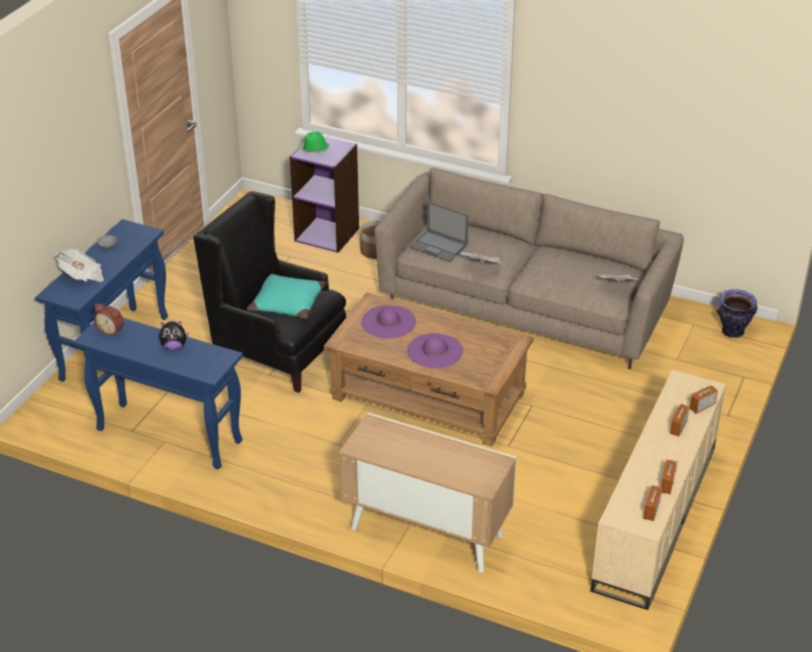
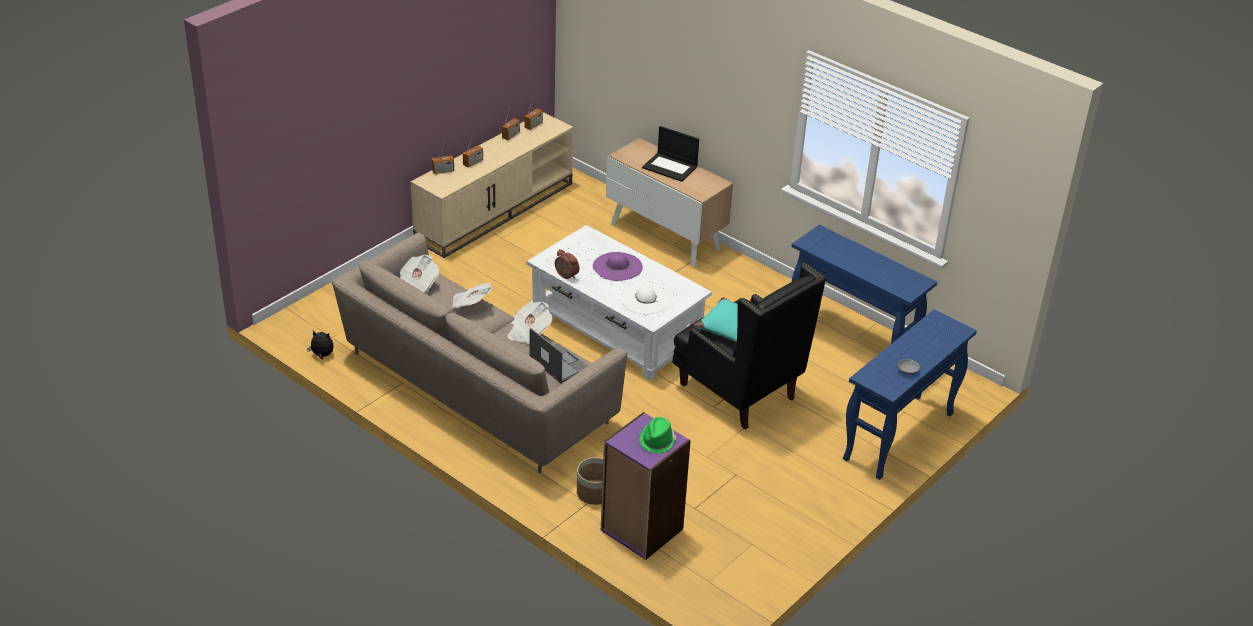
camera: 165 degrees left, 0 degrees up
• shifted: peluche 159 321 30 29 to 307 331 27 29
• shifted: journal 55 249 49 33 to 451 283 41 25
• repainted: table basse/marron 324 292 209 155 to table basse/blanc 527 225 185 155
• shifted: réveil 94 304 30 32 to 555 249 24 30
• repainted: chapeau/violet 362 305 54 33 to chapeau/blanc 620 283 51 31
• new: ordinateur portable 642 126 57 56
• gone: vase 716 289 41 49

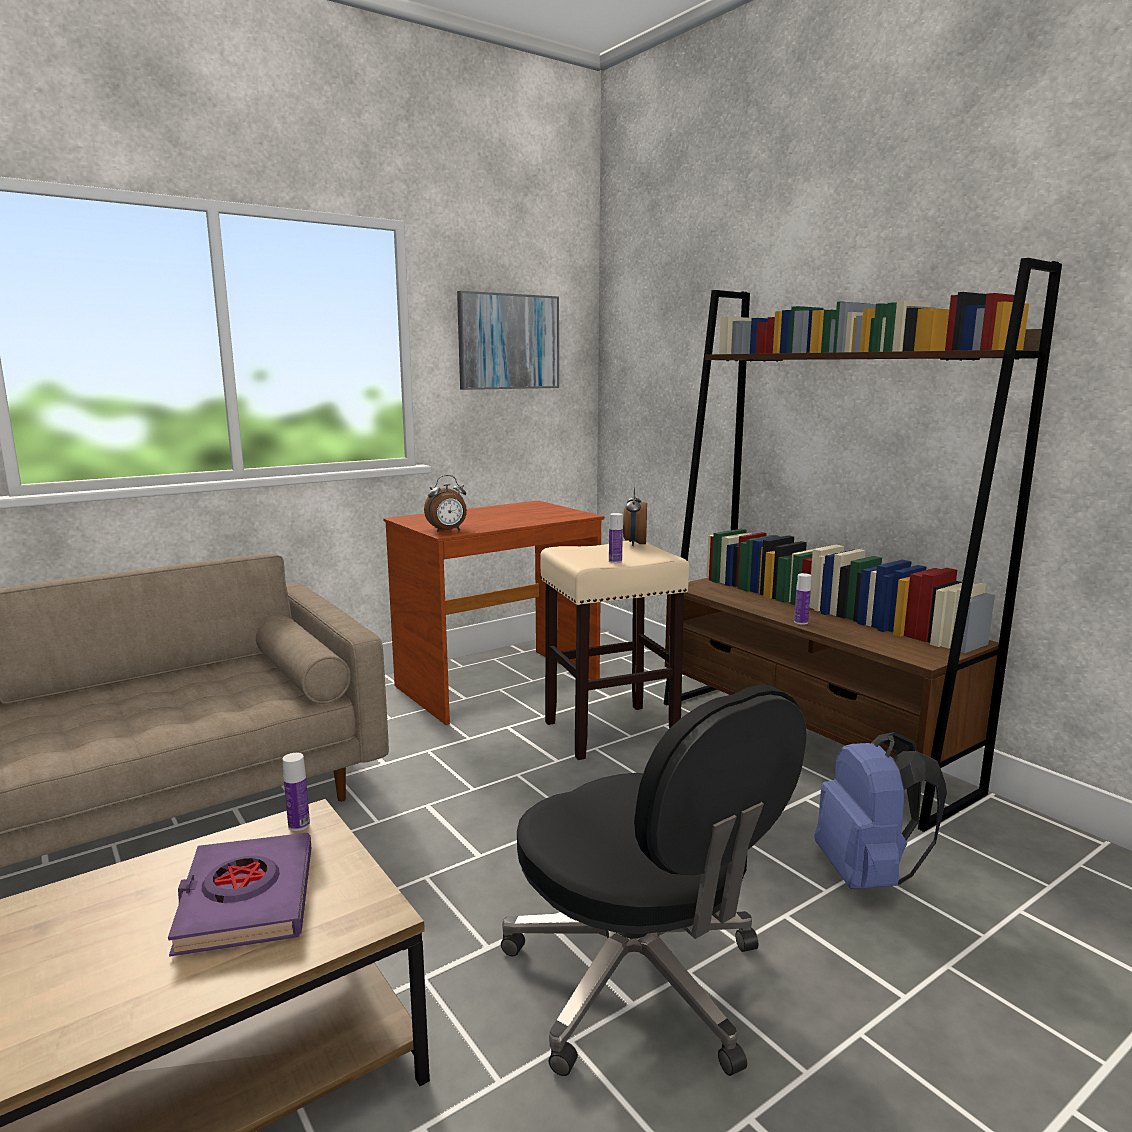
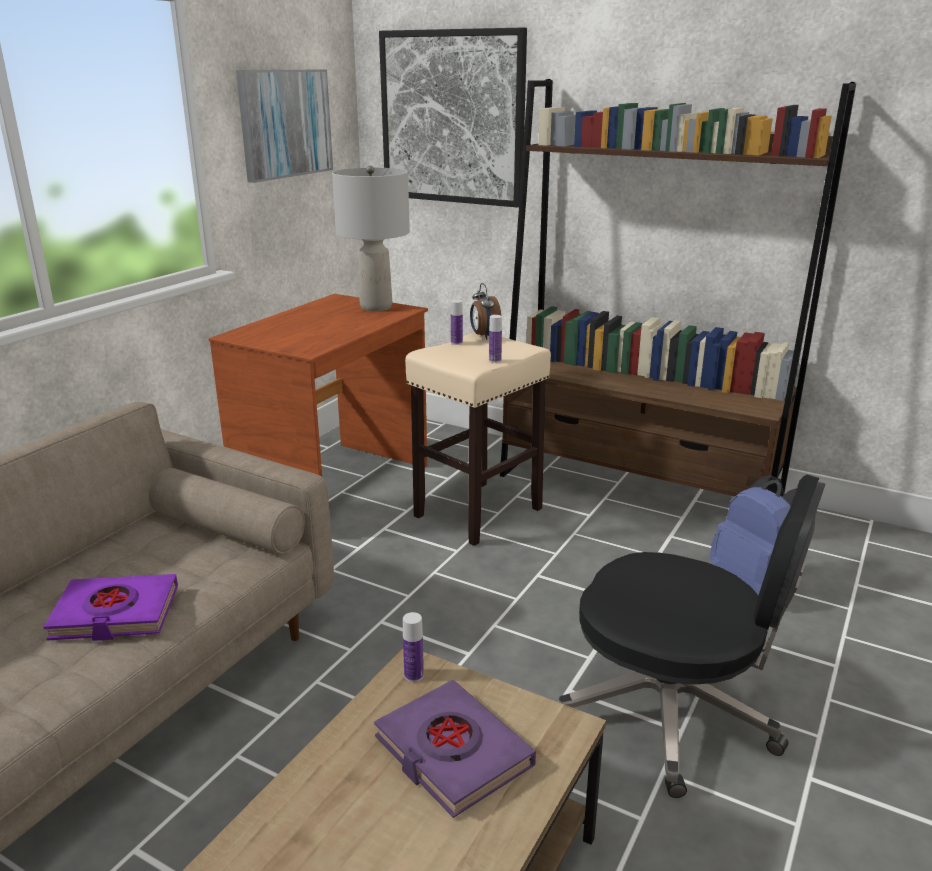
camera: 25 degrees left, 10 degrees up
• new: livre/violet 44 574 134 67
• new: lampe de table/gris 332 166 78 145
• new: tableau 379 28 148 180
• shifted: bouteille 794 573 17 52 to 451 300 12 45
• gone: réveil 424 475 43 57

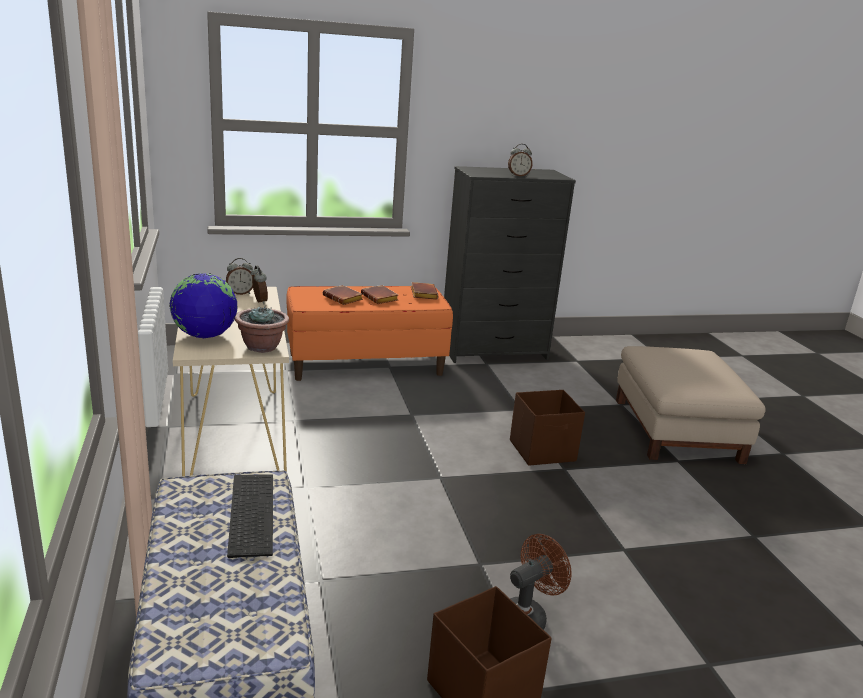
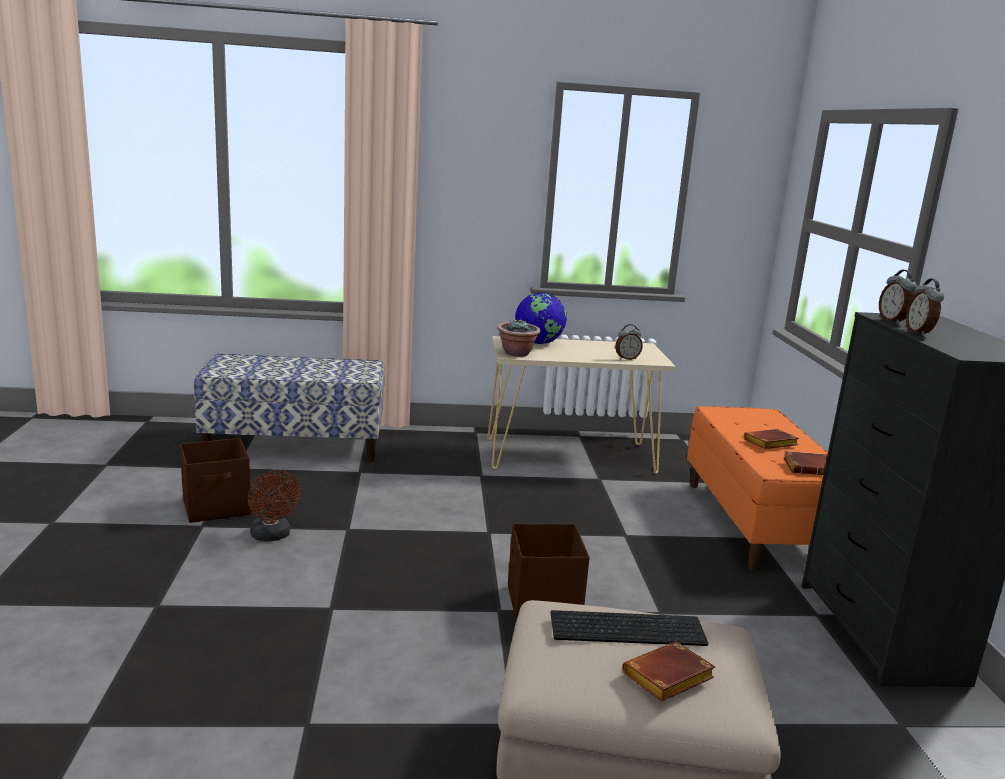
camera: 100 degrees right, 5 degrees down
• shifted: clavier 227 474 46 84 to 551 610 157 36
• shifted: livre/marron 323 285 40 20 to 623 641 92 60
• shifted: réveil 226 258 27 37 to 879 270 38 54

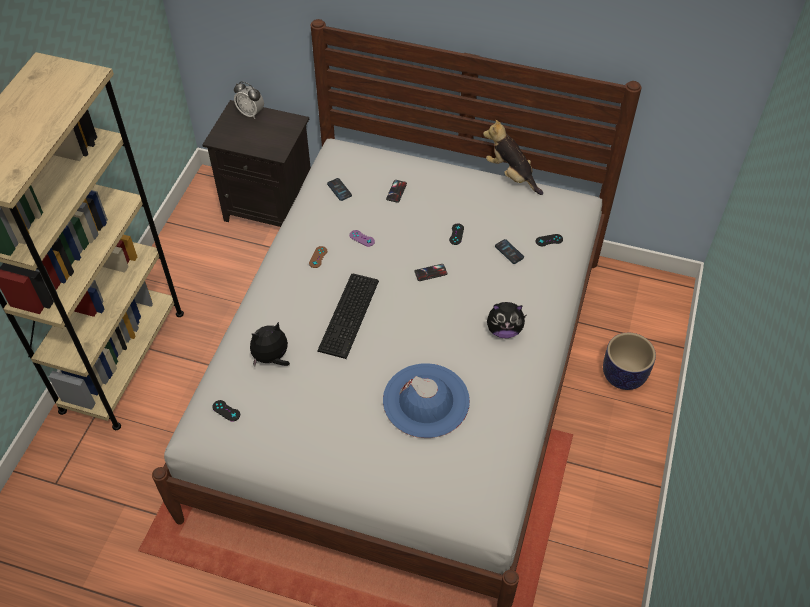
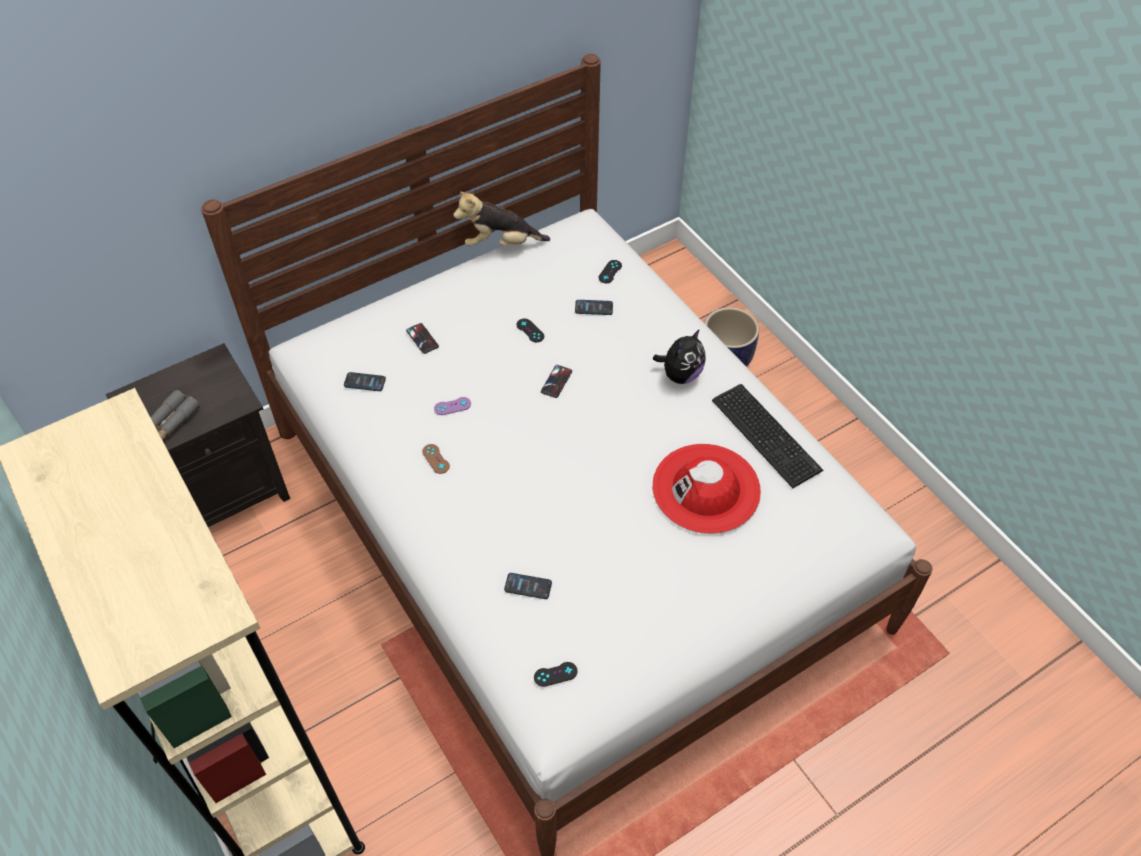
camera: 50 degrees left, 0 degrees up
• new: jumelles/gris 151 390 49 50
• swapped: peluche 250 322 40 45 to téléphone 504 573 48 26
• repainted: chapeau/bleu 383 363 87 75 to chapeau/rouge 652 444 109 90
• shifted: clavier 317 274 62 85 to 712 384 111 104
• gone: réveil 234 81 30 38

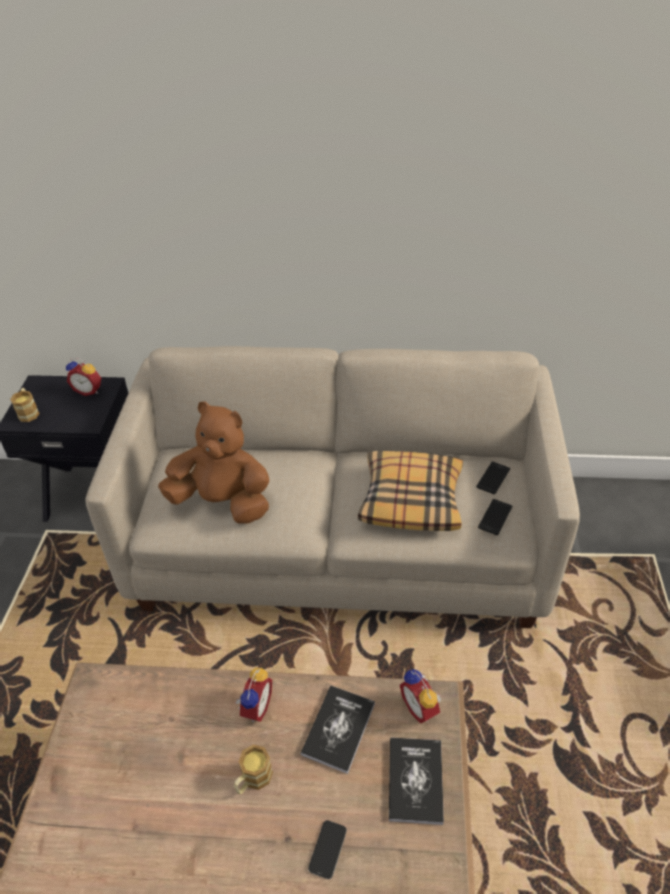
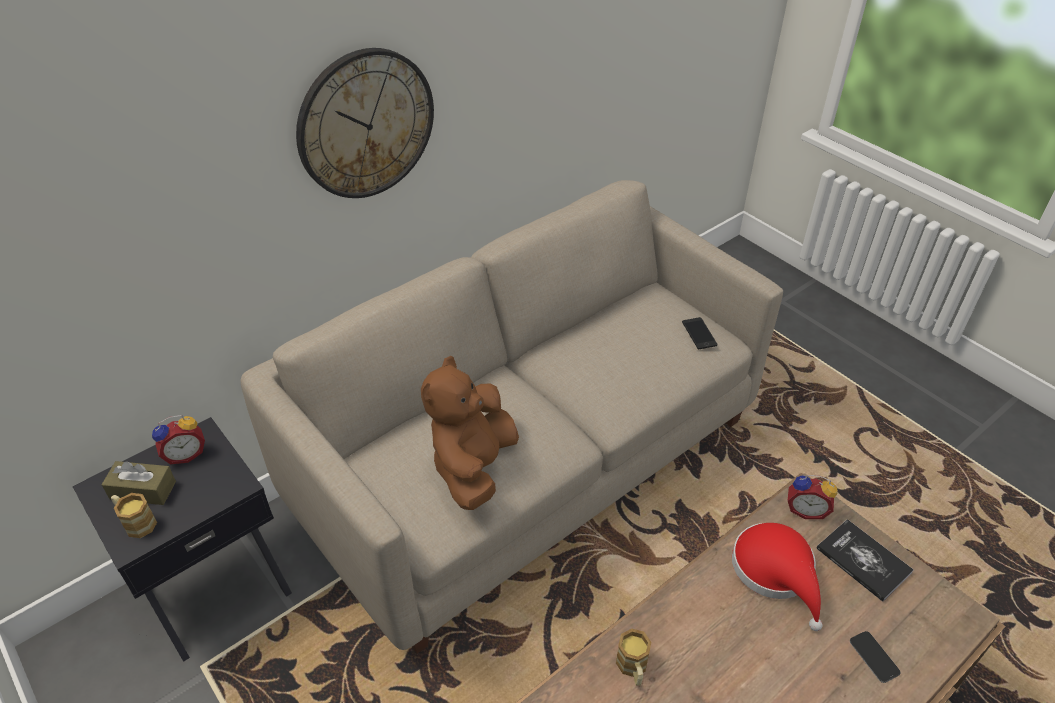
camera: 45 degrees left, 0 degrees up
• new: boîte à mouchoirs/marron 101 461 75 44
• new: horloge murale 296 48 138 150
• rotated: peluche/marron 158 401 112 123 = 421 356 98 154 45 degrees counterclockwise
• shifted: mug 234 745 39 49 to 616 628 35 58
• swapped: livre 300 685 75 89 to chapeau/rouge 732 523 91 108
• gone: réveil 235 668 37 54
• gone: coussin 358 451 105 80
• gone: téléphone 476 462 34 32

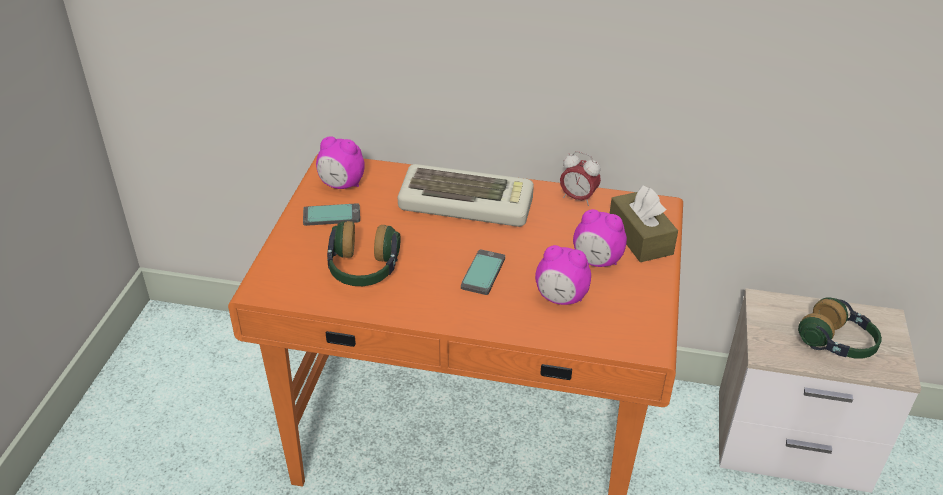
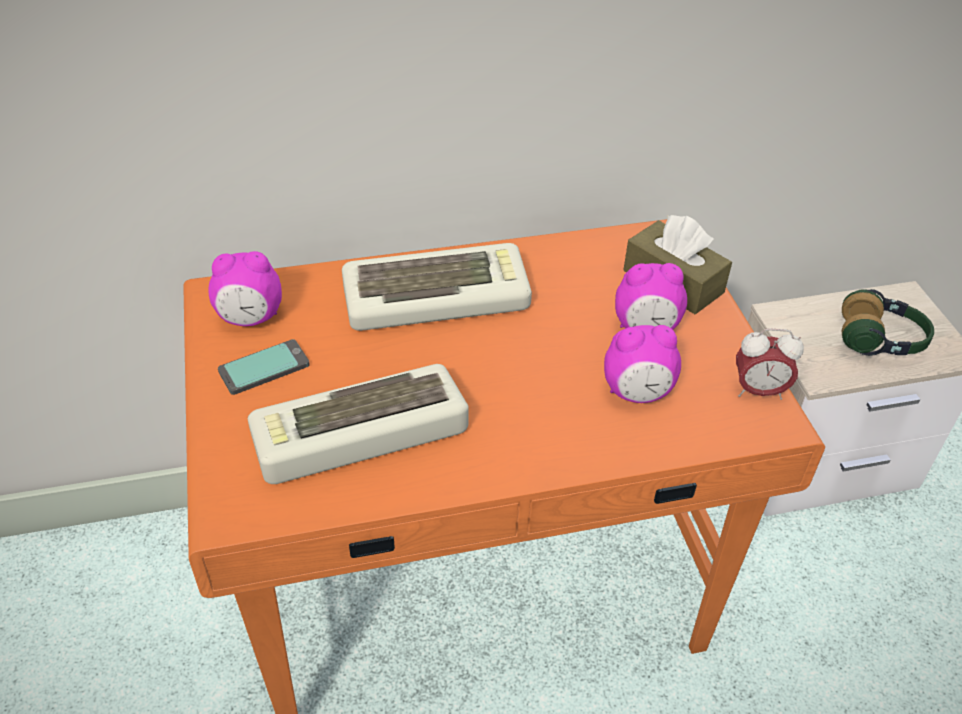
camera: 25 degrees left, 5 degrees up
• swapped: casque audio 327 221 73 65 to clavier 248 364 221 120
• shifted: réveil 560 151 41 55 to 736 328 68 72
• gone: téléphone 461 249 44 46

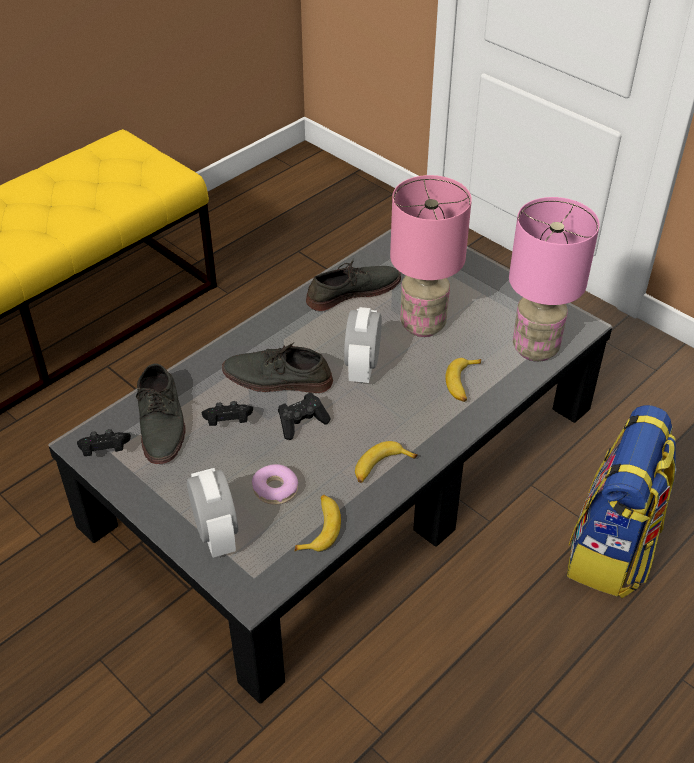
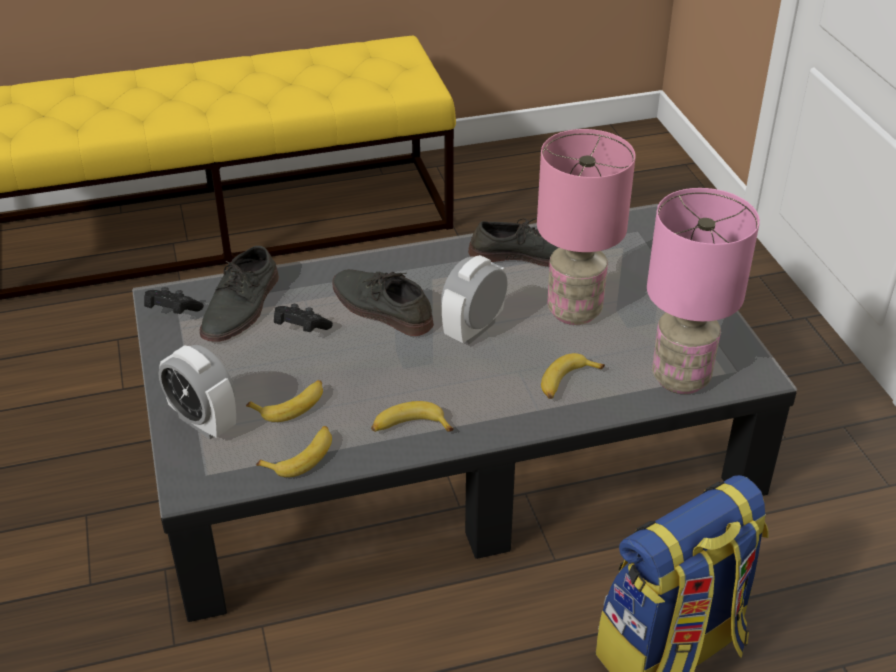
camera: 30 degrees right, 5 degrees down
• rotated: réveil 187 468 51 90 = 158 345 78 94 120 degrees clockwise
• swapped: beignet 252 464 46 41 to banane 246 380 77 42
• gone: manette/noir 278 393 52 47

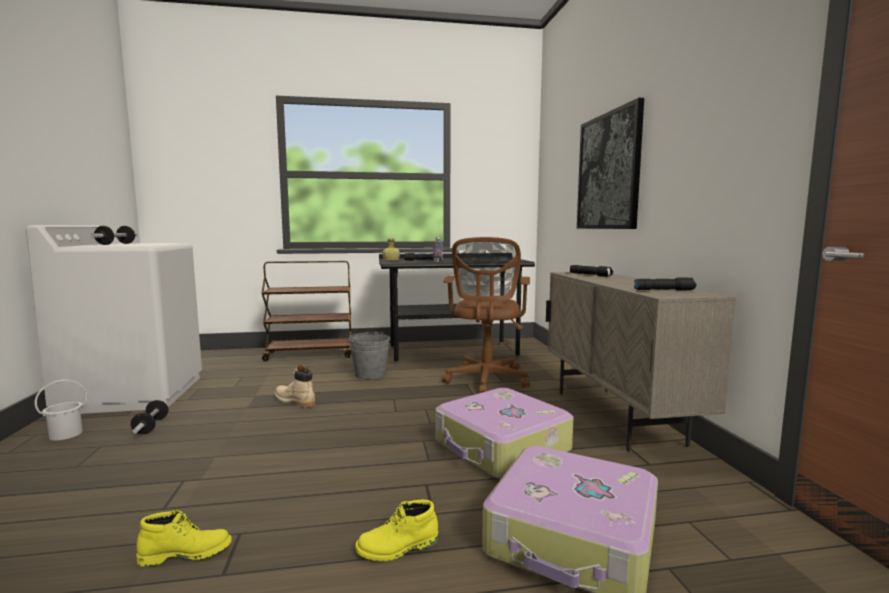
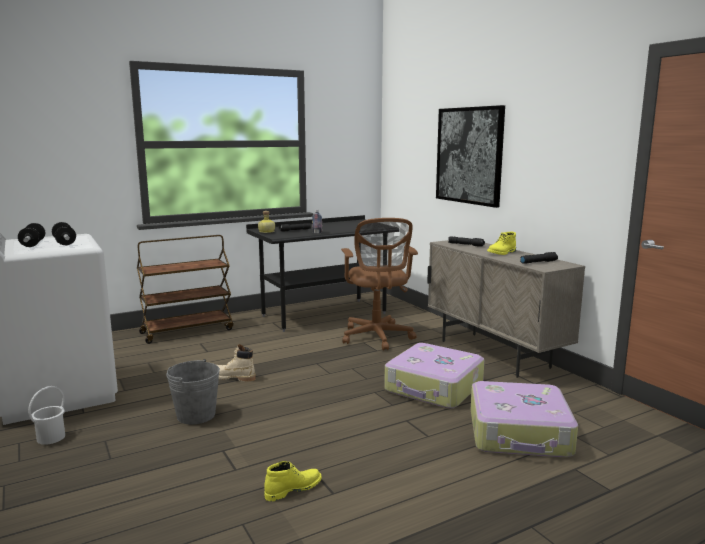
camera: 20 degrees left, 5 degrees up
• shifted: haltère 131 400 38 34 to 52 222 24 23
• shifted: seau/gris 349 332 41 48 to 166 359 54 66
• shifted: botte/jaune 355 500 83 61 to 487 232 29 23

